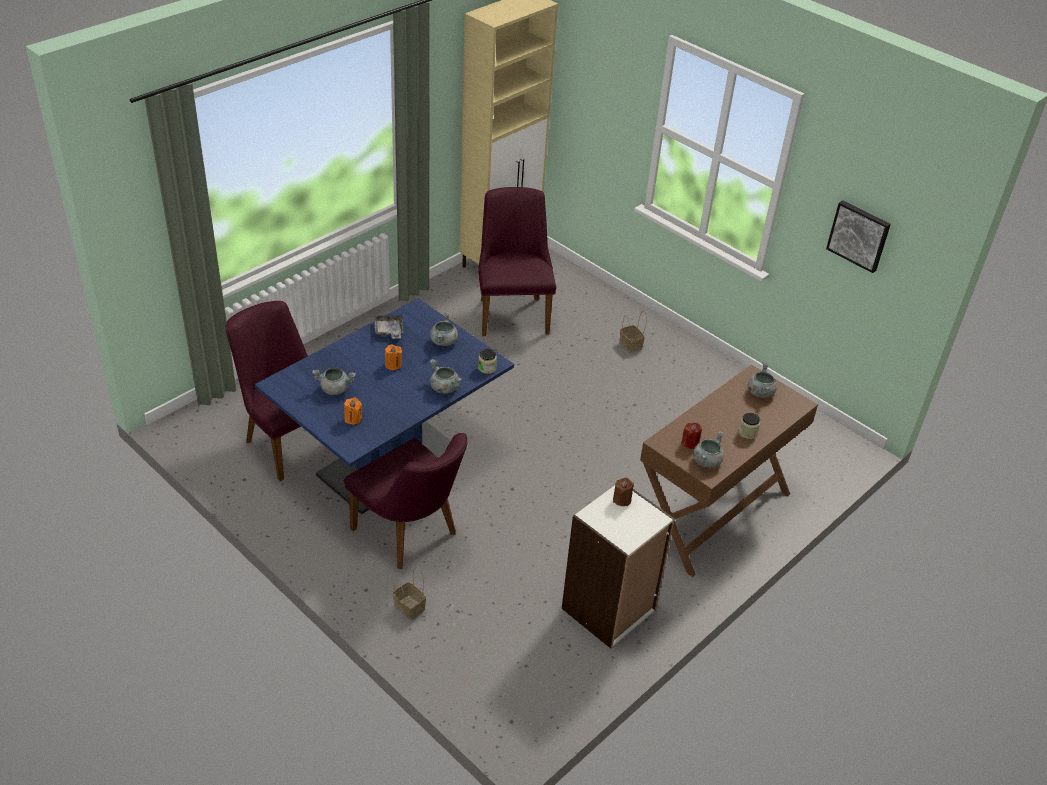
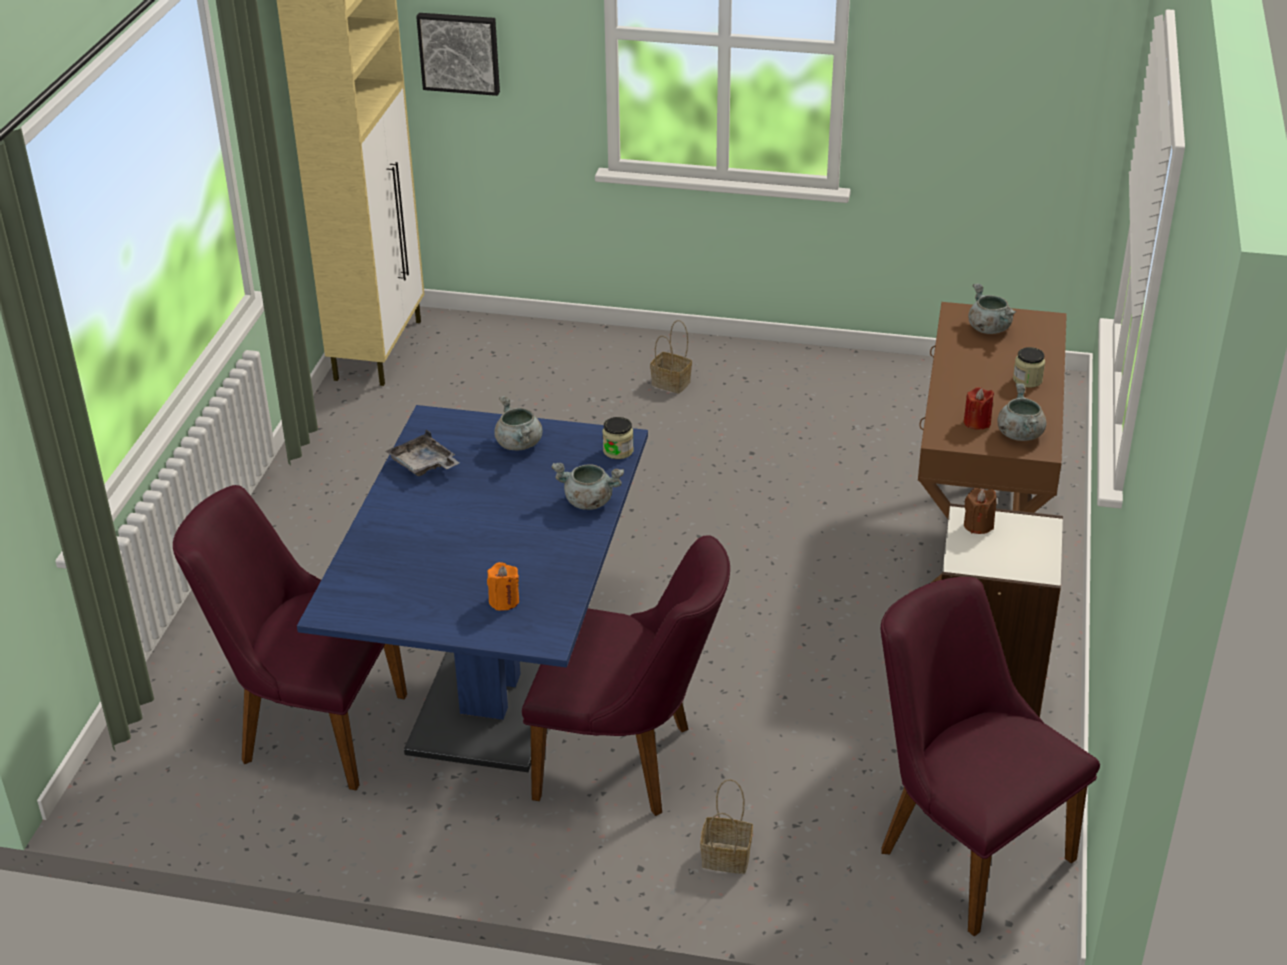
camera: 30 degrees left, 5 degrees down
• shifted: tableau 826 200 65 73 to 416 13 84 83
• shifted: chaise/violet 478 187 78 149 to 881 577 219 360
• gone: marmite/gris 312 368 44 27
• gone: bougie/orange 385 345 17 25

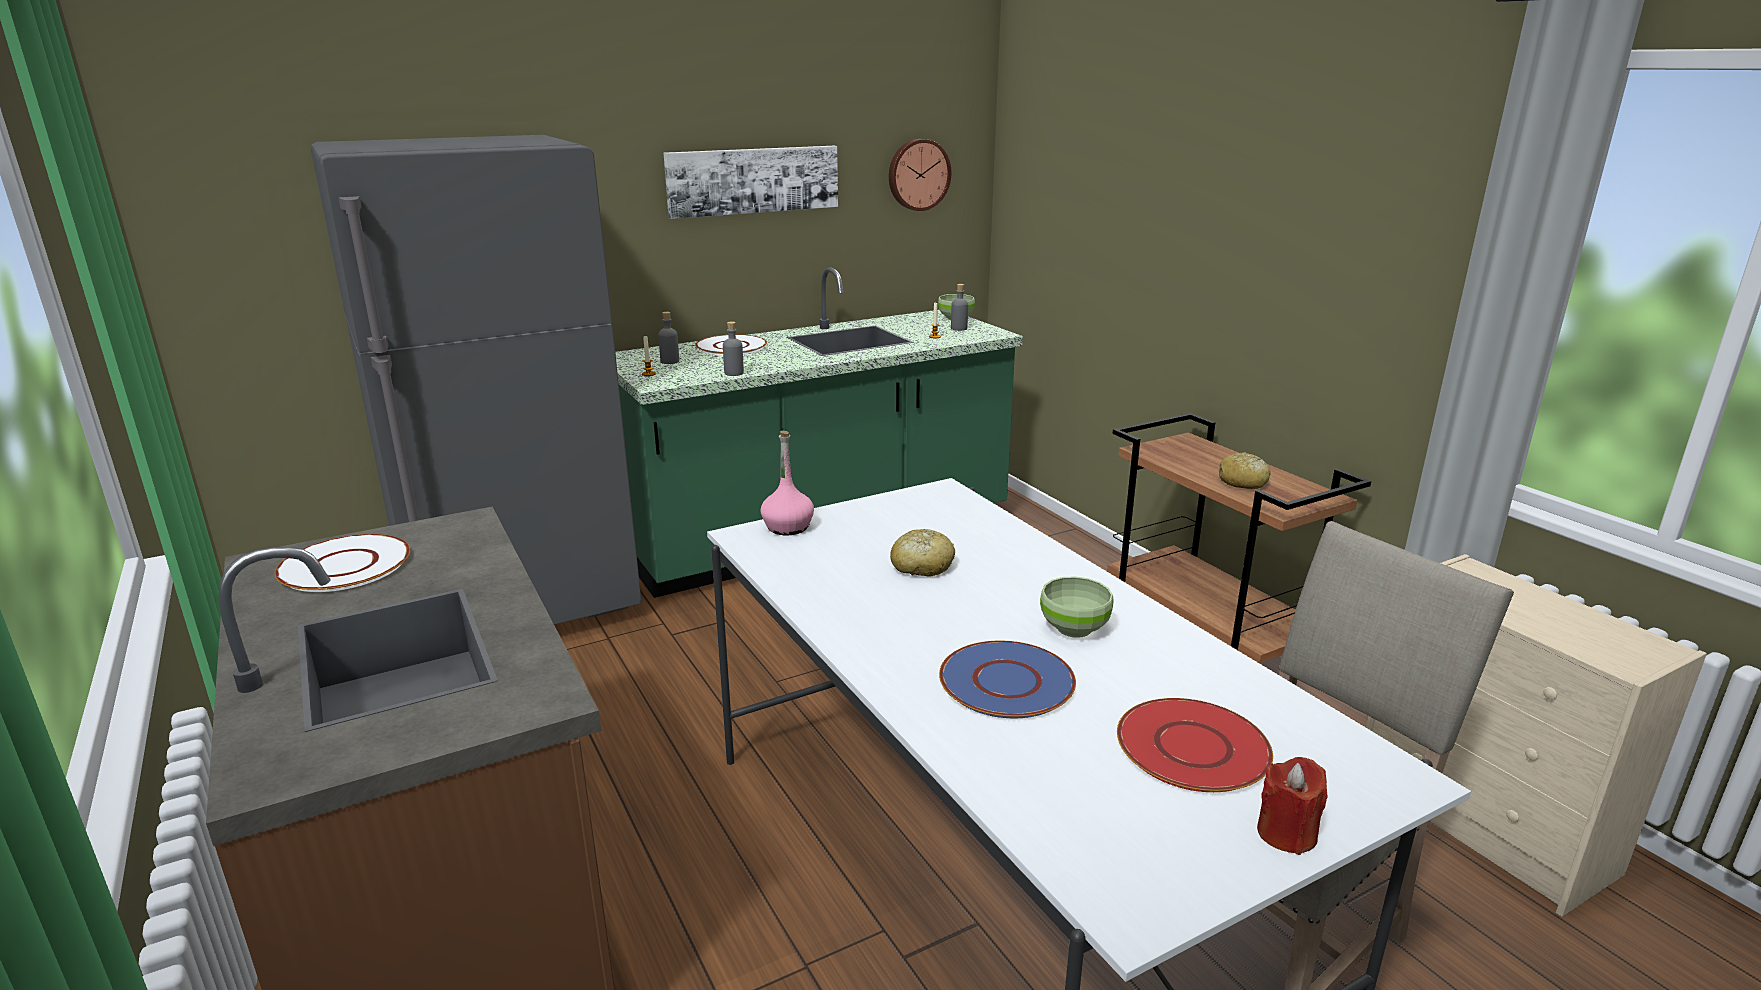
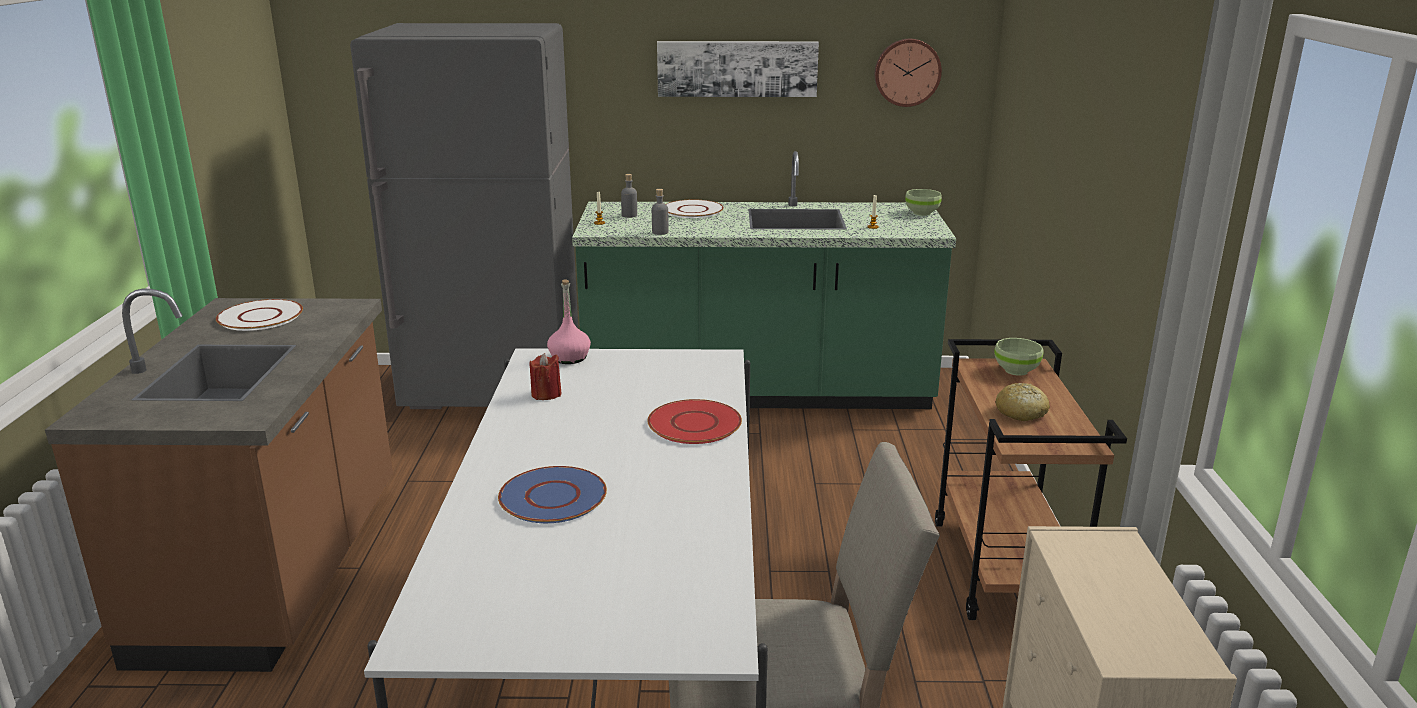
camera: 30 degrees right, 0 degrees up
• shifted: bougie/rouge 1257 757 70 98 to 529 353 33 47
• shifted: assiette/rouge 1117 698 156 94 to 647 399 95 45
• shifted: bol/vert 1040 576 74 62 to 994 338 49 38
• gone: pain 890 529 65 48
• gone: bouteille/gris 951 284 17 47

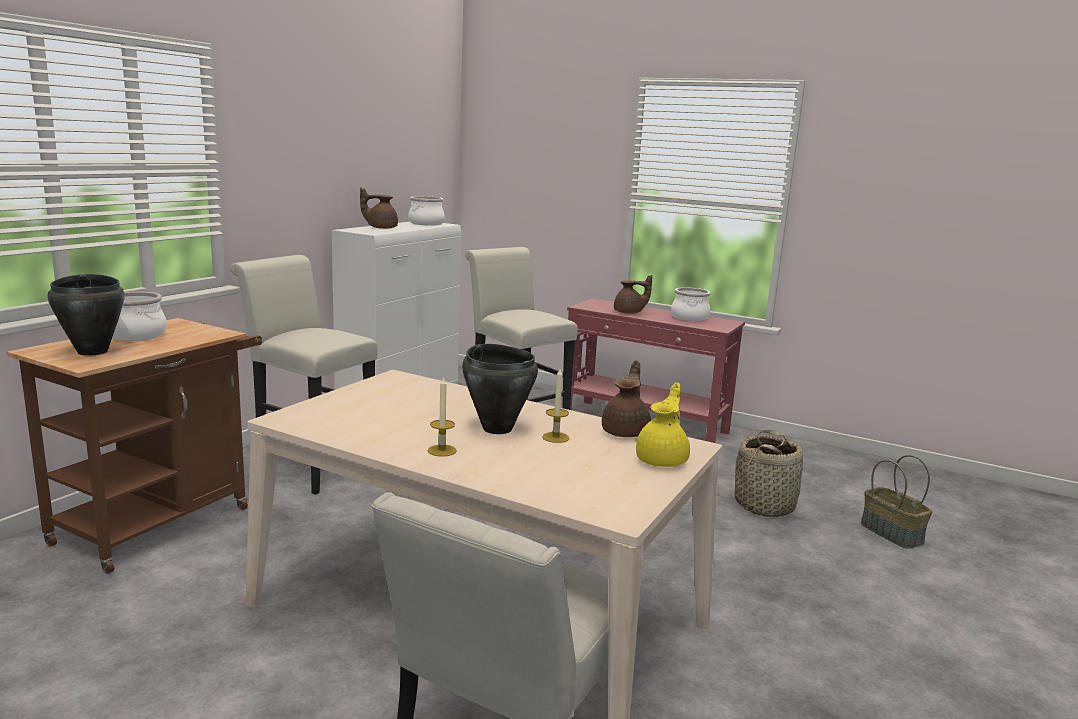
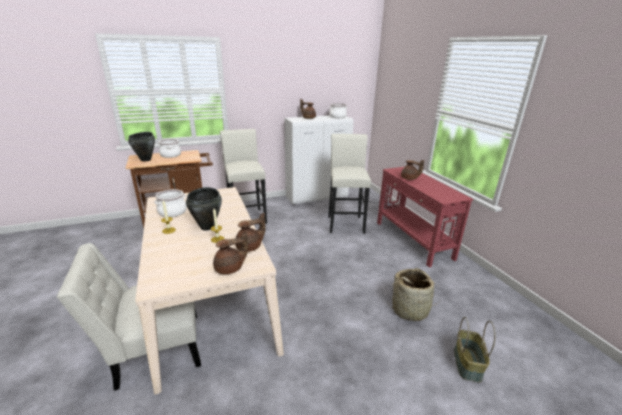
camera: 40 degrees right, 10 degrees up
• shifted: marmite 671 287 40 34 to 154 189 33 28
• repainted: théière/jaune 636 382 54 85 to théière/marron 213 231 35 43

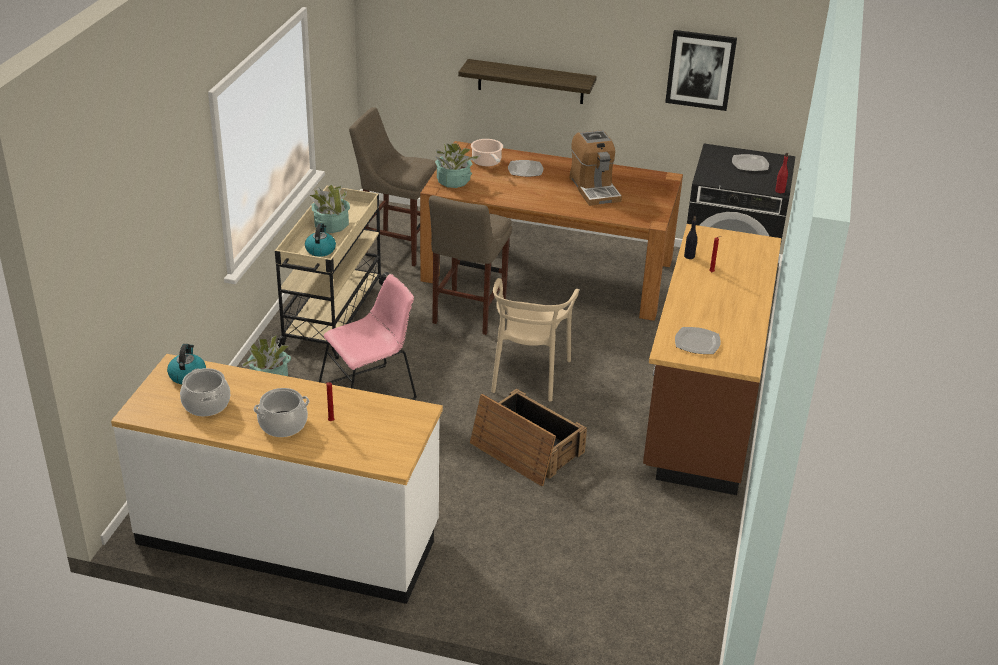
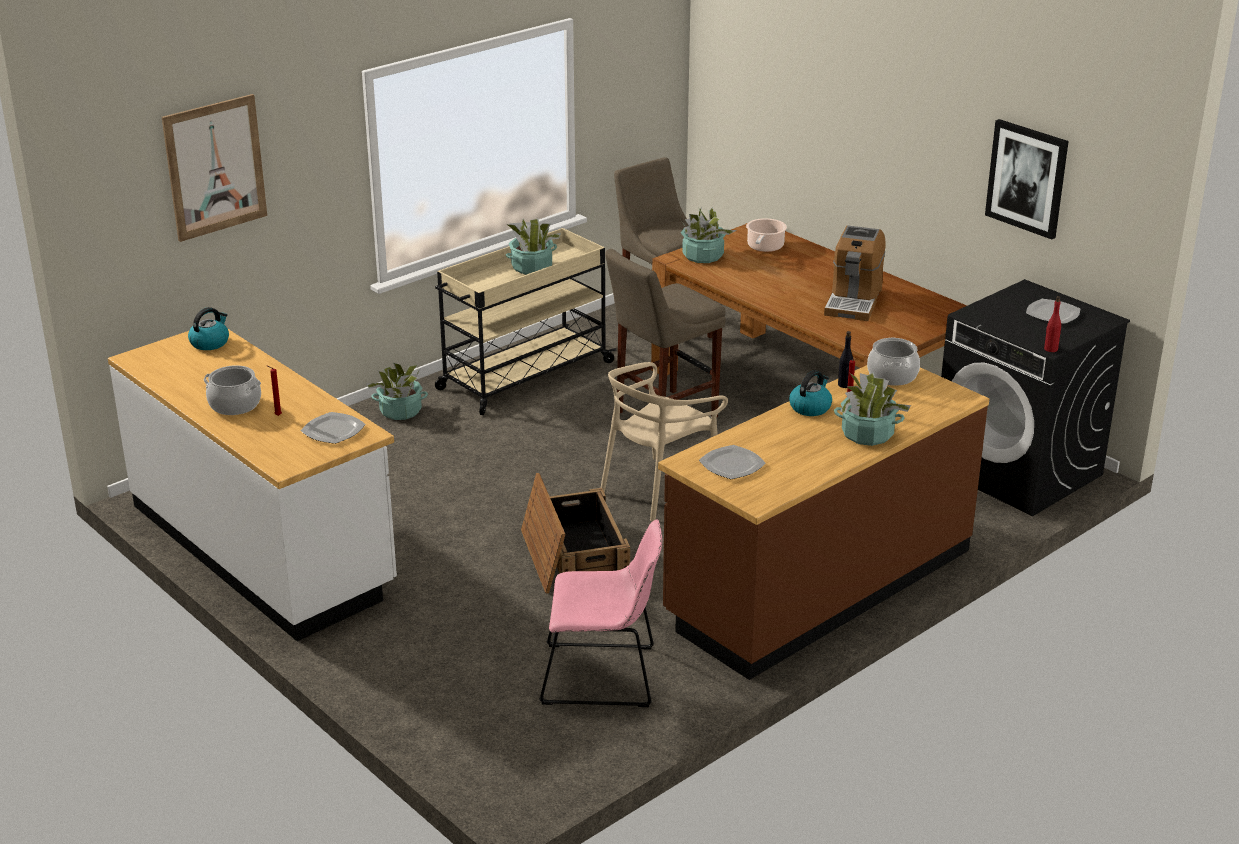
camera: 35 degrees right, 5 degrees down
• new: tableau 162 94 105 148
• shifted: assiette 508 160 36 17 to 301 412 65 32
• shifted: chaise/rose 319 274 98 126 to 539 519 123 188
• shifted: bouilloire 305 223 31 34 to 789 370 43 46
• new: plante en pot 834 372 77 74
• shifted: marmite 180 368 50 48 to 867 337 53 49
• gone: étagère 458 59 139 45

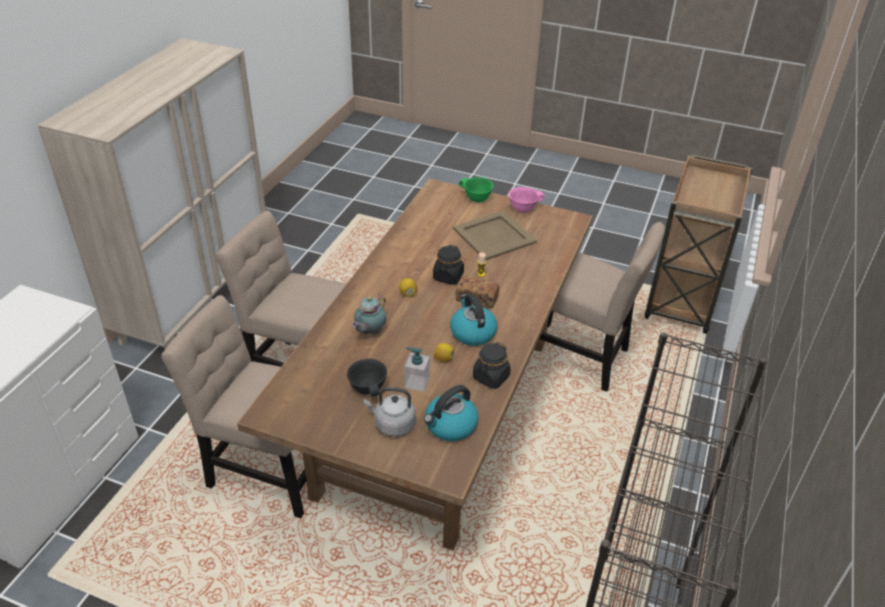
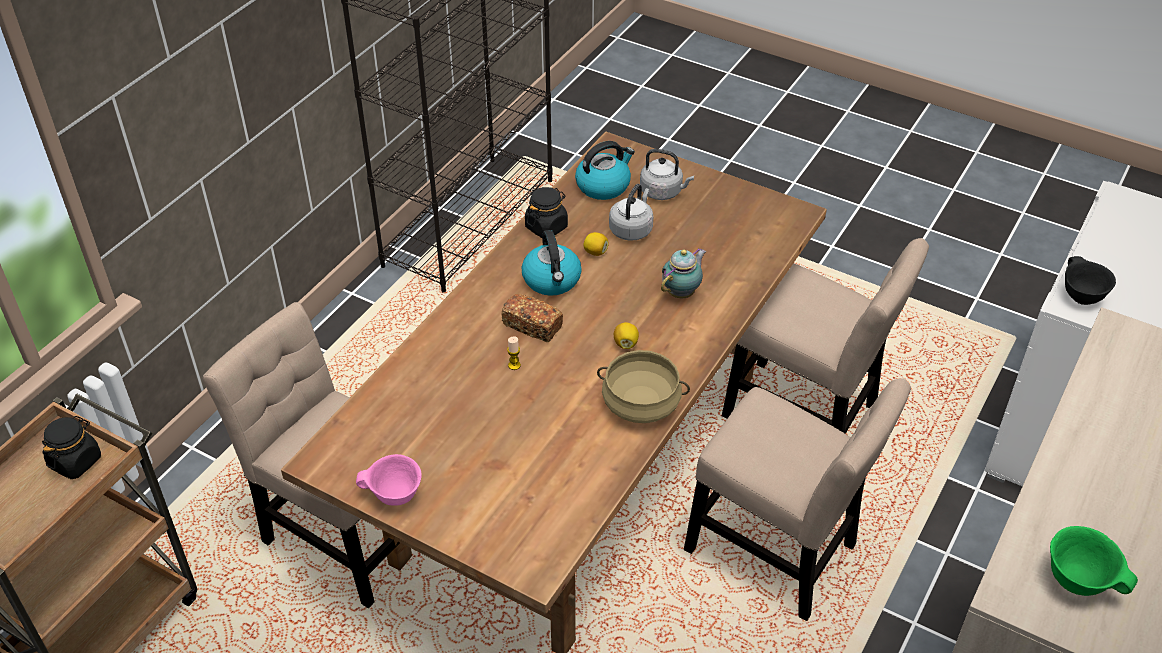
camera: 170 degrees left, 5 degrees up
• shifted: bocal/noir 433 245 31 40 to 42 416 59 63
• new: marmite/beige 597 350 93 73
• swapped: distributeur de savon 404 347 26 45 to bouilloire/gris 609 184 44 57
• shifted: bol/vert 459 177 34 26 to 1050 526 88 70
• shifted: bol/noir 347 359 40 38 to 1065 256 51 49
• gone: plateau/beige 453 211 84 50

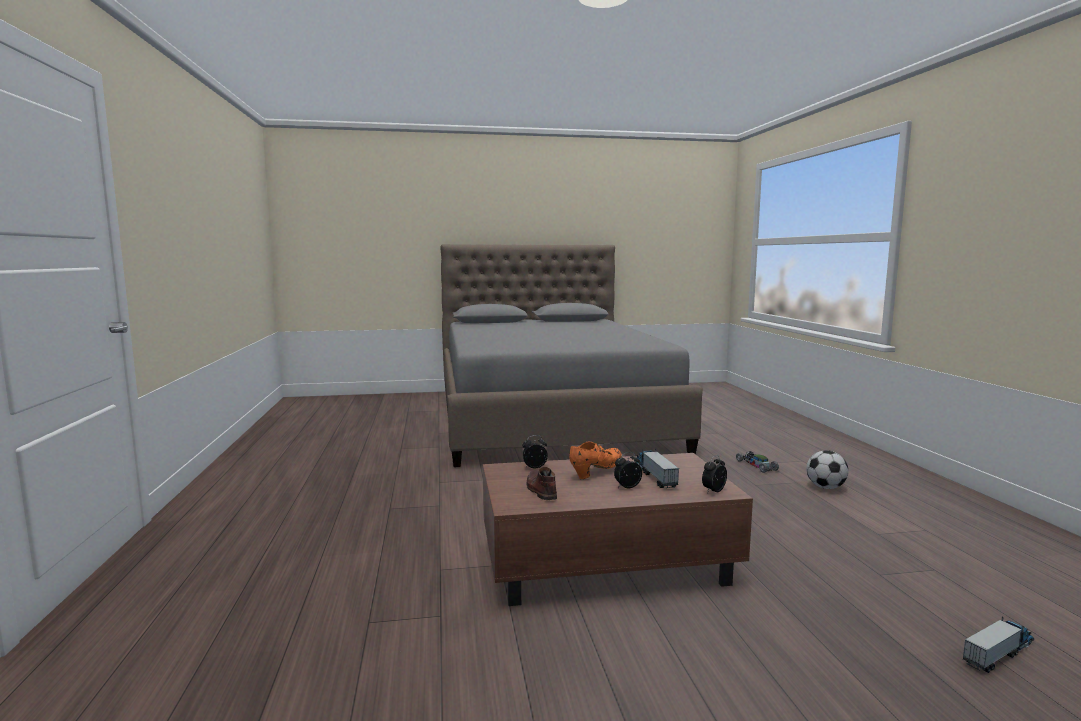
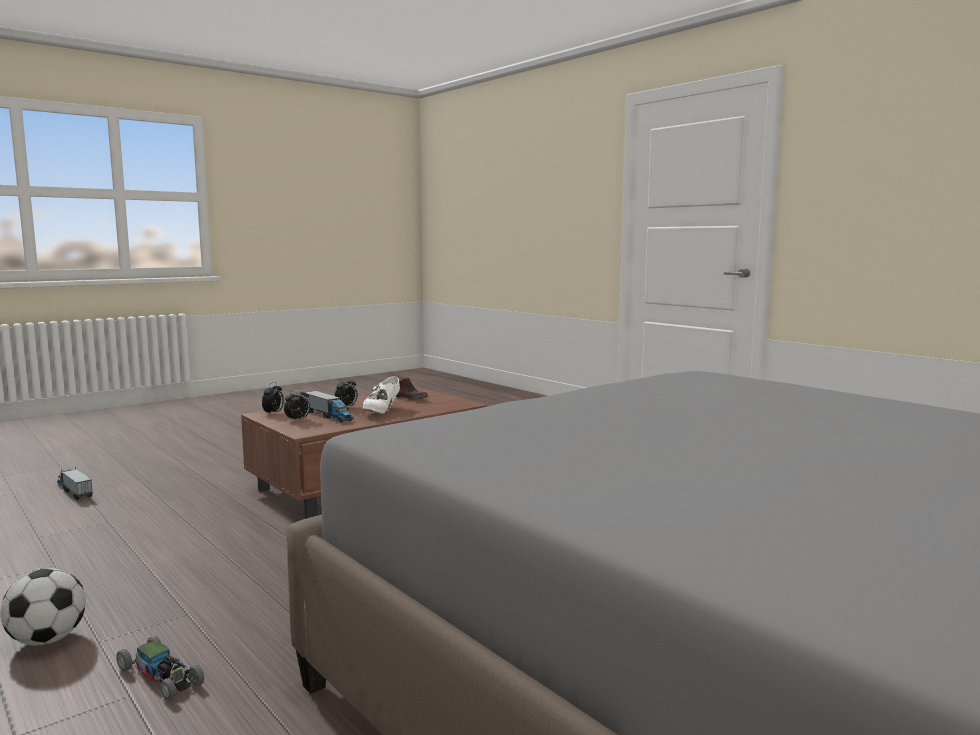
camera: 150 degrees right, 0 degrees up
• rotated: camion jouet 963 617 71 56 = 57 467 36 33 105 degrees clockwise
• shifted: réveil 522 435 26 33 to 284 388 26 34
• repainted: chaussure/orange 569 441 53 38 to chaussure/blanc 363 376 37 38

